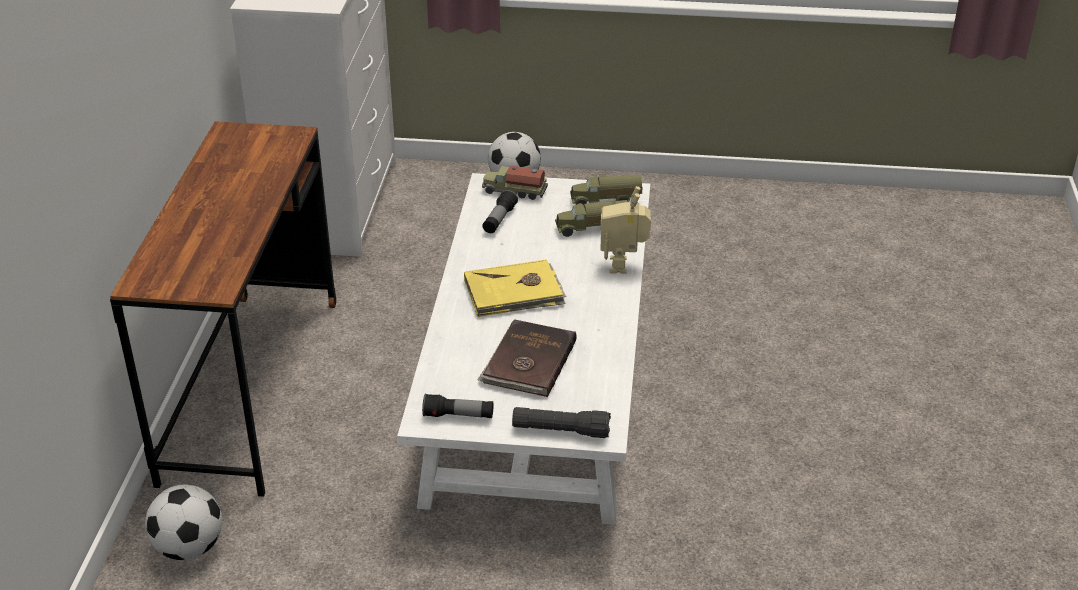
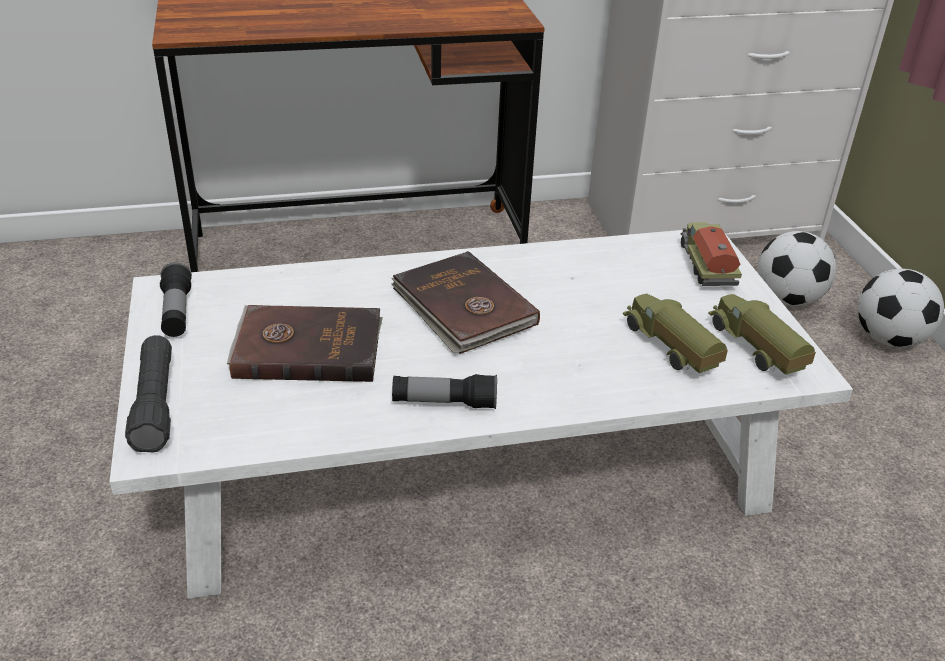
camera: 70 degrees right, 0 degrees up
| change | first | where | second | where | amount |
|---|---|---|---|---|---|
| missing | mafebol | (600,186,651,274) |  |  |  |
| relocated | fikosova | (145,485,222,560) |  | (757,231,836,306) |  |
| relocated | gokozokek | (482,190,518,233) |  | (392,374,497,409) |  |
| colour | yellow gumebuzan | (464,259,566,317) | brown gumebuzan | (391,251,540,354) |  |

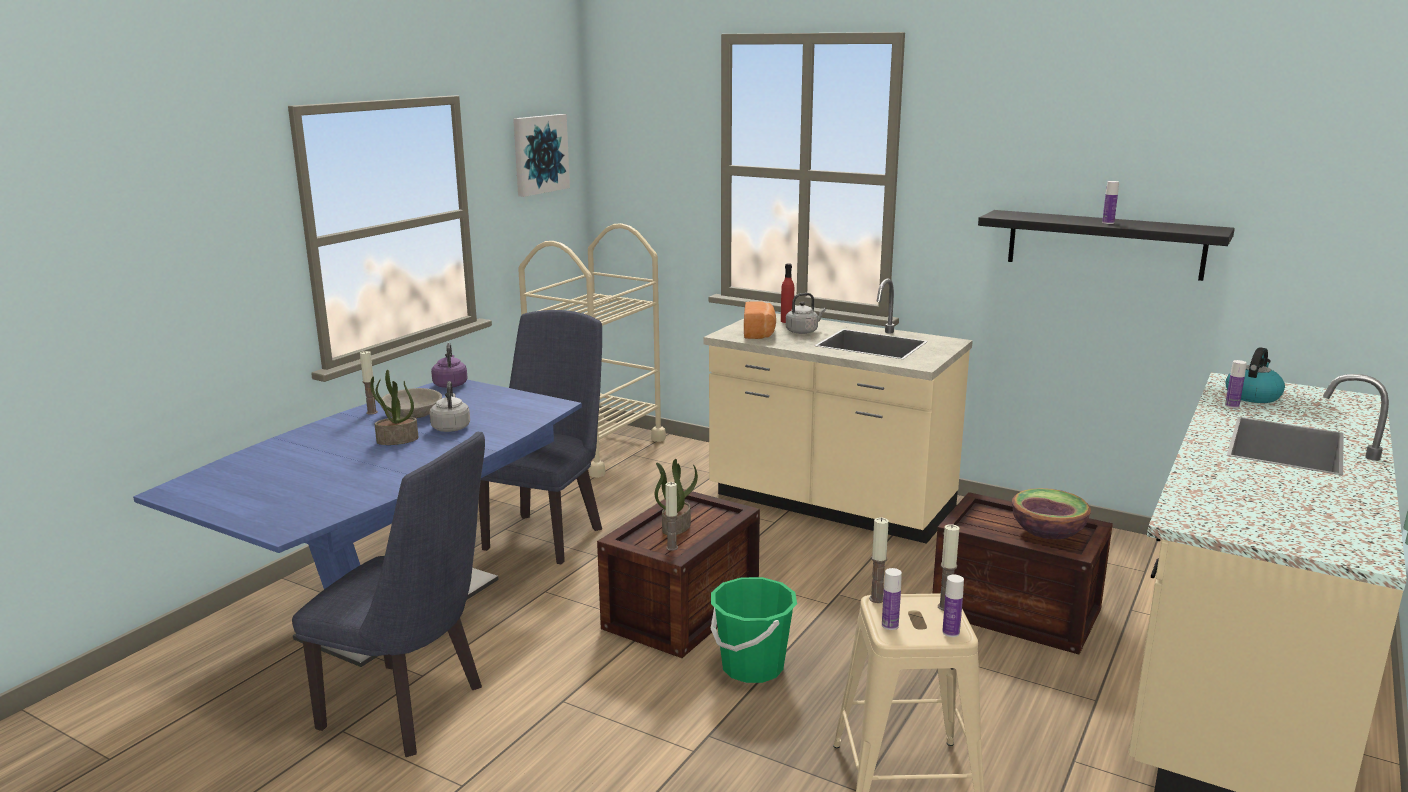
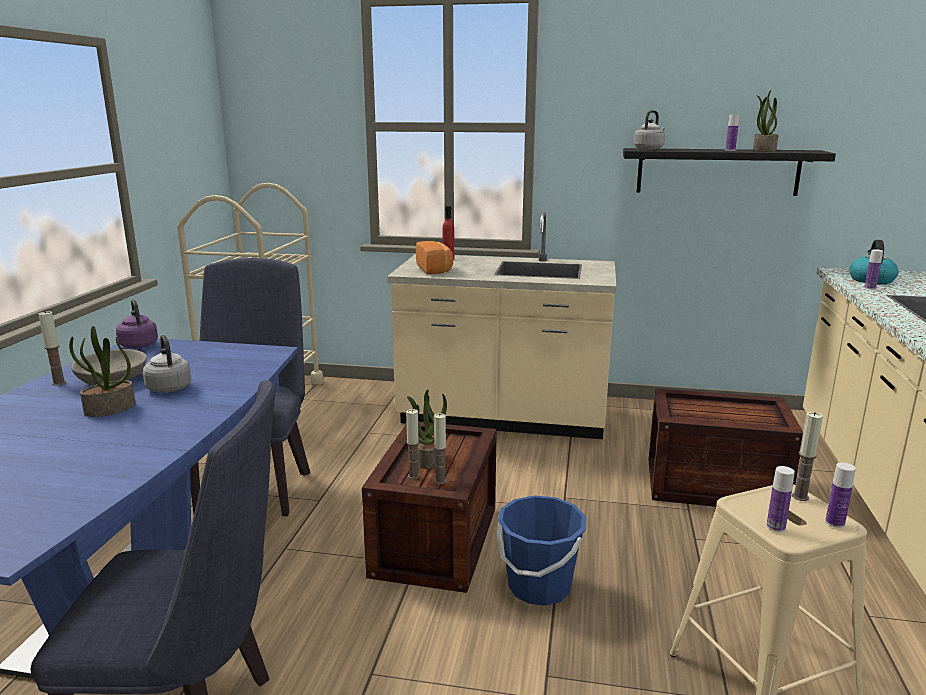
camera: 20 degrees left, 0 degrees up
| change | first | where | second | where | amount |
|---|---|---|---|---|---|
| missing | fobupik | (513,114,570,197) |  |  |  |
| missing | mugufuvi | (1012,488,1091,539) |  |  |  |
| appeared |  |  | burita | (753,90,778,152) |  |
| relocated | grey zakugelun | (786,293,826,334) |  | (633,110,665,150) |  |
| relocated | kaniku | (869,517,889,603) |  | (406,409,420,479) |  |
| colour | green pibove | (710,577,797,683) | blue pibove | (497,495,586,606) |  |

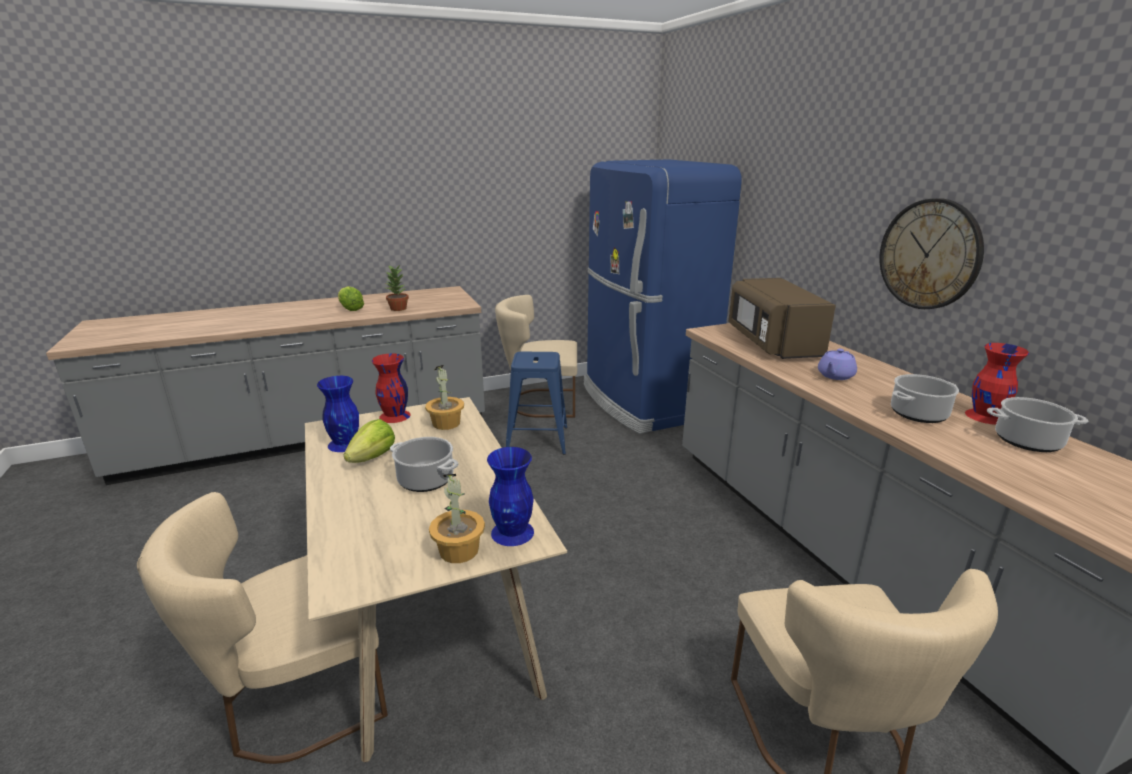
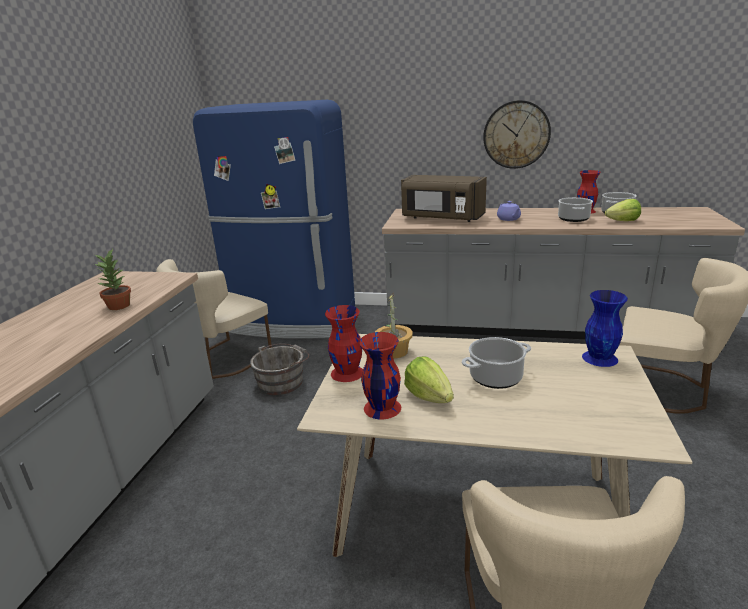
camera: 55 degrees left, 0 degrees up
| change | first | where | second | where | amount |
|---|---|---|---|---|---|
| missing | burita | (429,474,485,563) |  |  |  |
| relocated | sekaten | (338,286,364,311) |  | (605,199,641,221) |  |
| exchanged | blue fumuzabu | (506,352,567,455) | grey pibove | (250,343,309,395) |  |
| colour | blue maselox | (317,376,359,452) | red maselox | (359,332,401,419) |  |

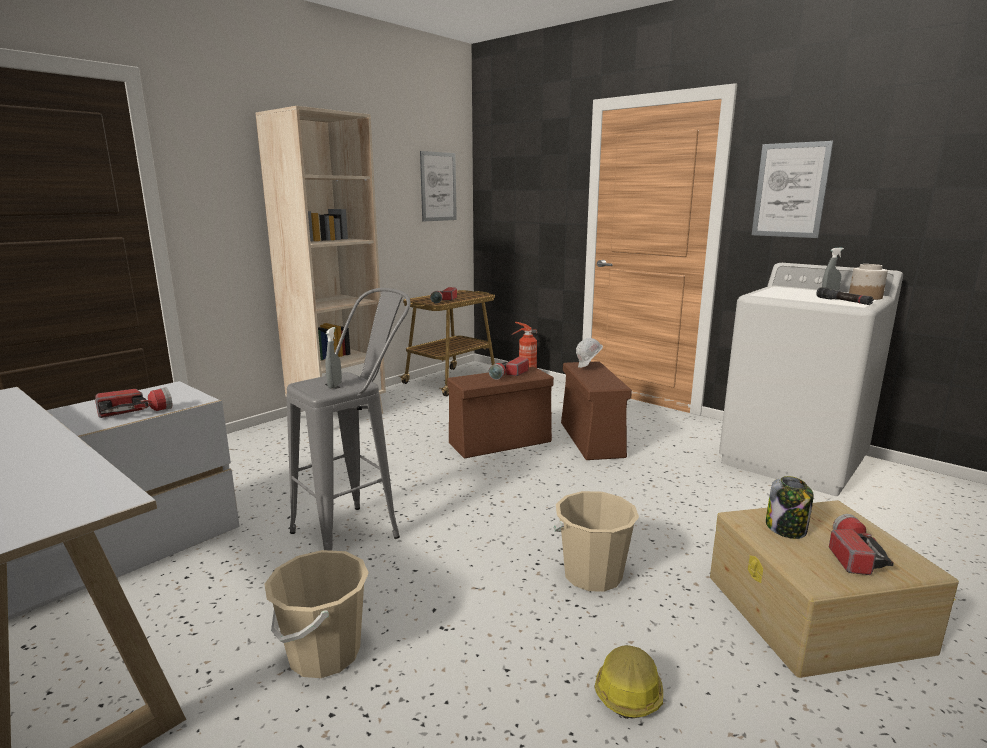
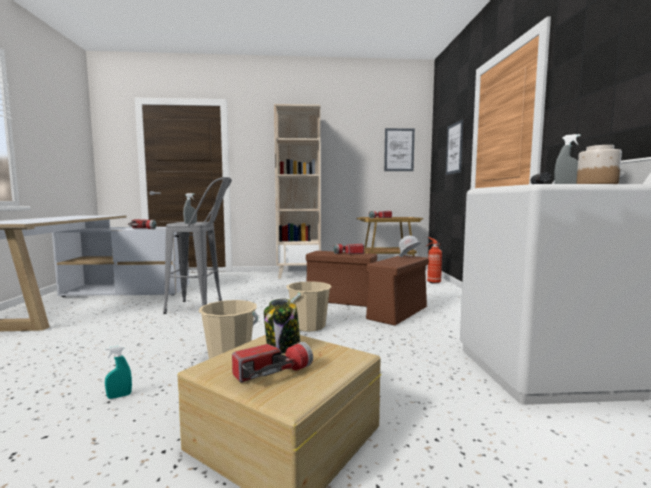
camera: 45 degrees right, 10 degrees down
| change | first | where | second | where | amount |
|---|---|---|---|---|---|
| relocated | beige pibove | (264,550,369,678) |  | (286,281,332,332) |  |
| relocated | fobupik | (752,141,833,238) |  | (446,119,464,175) |  |
| exchanged | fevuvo | (594,645,663,719) | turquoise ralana | (105,345,132,399) |  |

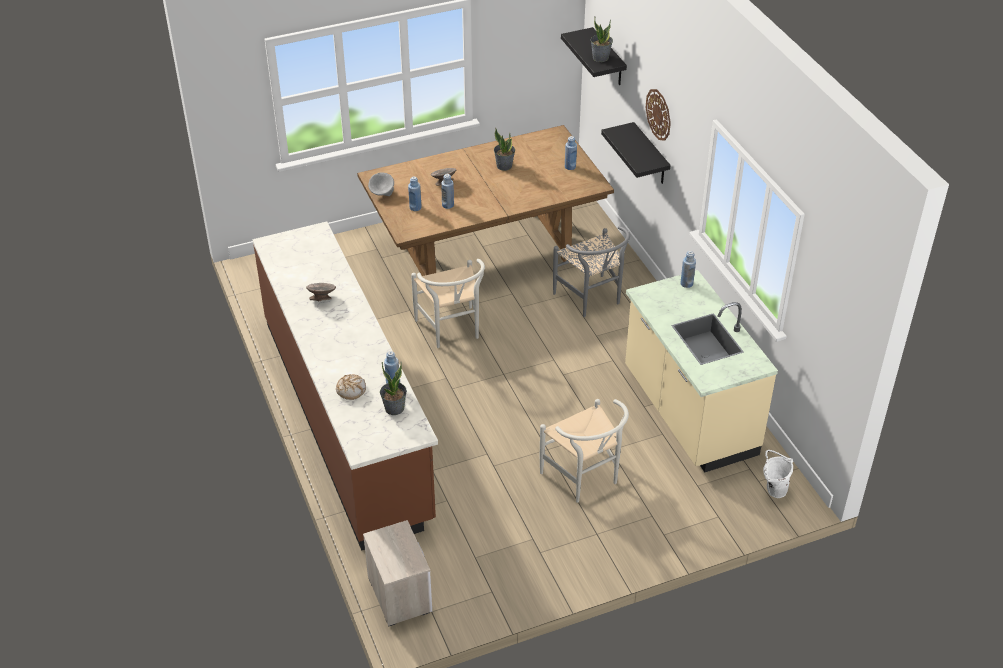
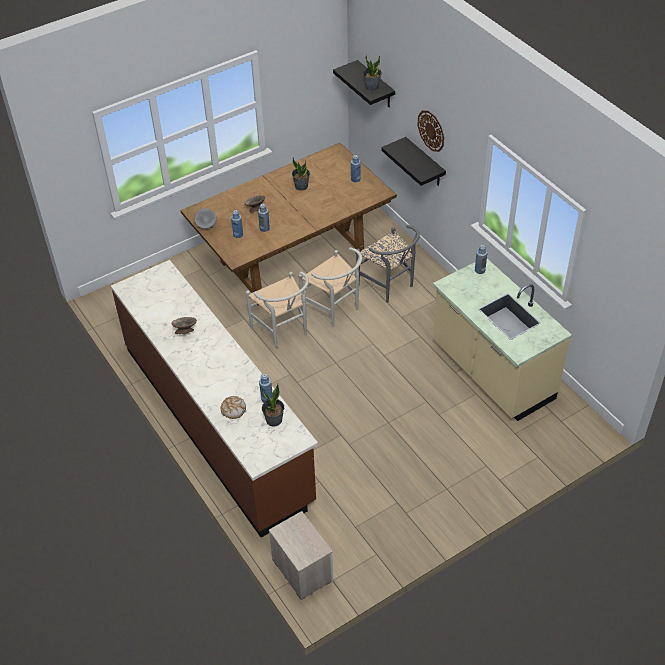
camera: 10 degrees left, 5 degrees up
| change | first | where | second | where | amount |
|---|---|---|---|---|---|
| missing | white pibove | (763,450,793,498) |  |  |  |
| relocated | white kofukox | (540,399,629,503) |  | (299,247,362,327) |  |

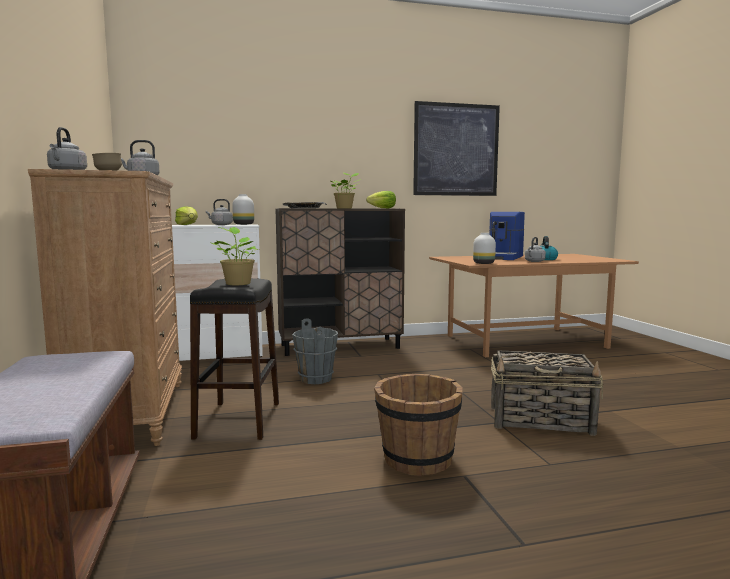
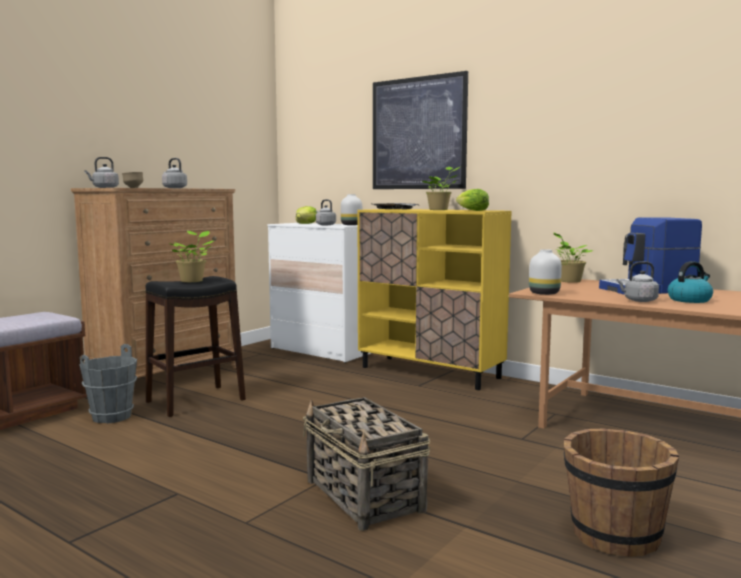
camera: 50 degrees right, 0 degrees up
| change | first | where | second | where | amount |
|---|---|---|---|---|---|
| appeared |  |  | burita | (553,232,593,283) |  |
| relocated | grey pibove | (292,318,338,384) |  | (79,344,137,423) |  |
| relocated | brown pibove | (374,373,463,476) |  | (564,428,679,557) |  |
| relocated | fobupik | (413,101,500,196) |  | (373,71,468,189) |  |
| colour | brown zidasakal | (275,208,405,356) | yellow zidasakal | (357,209,512,390) |  |

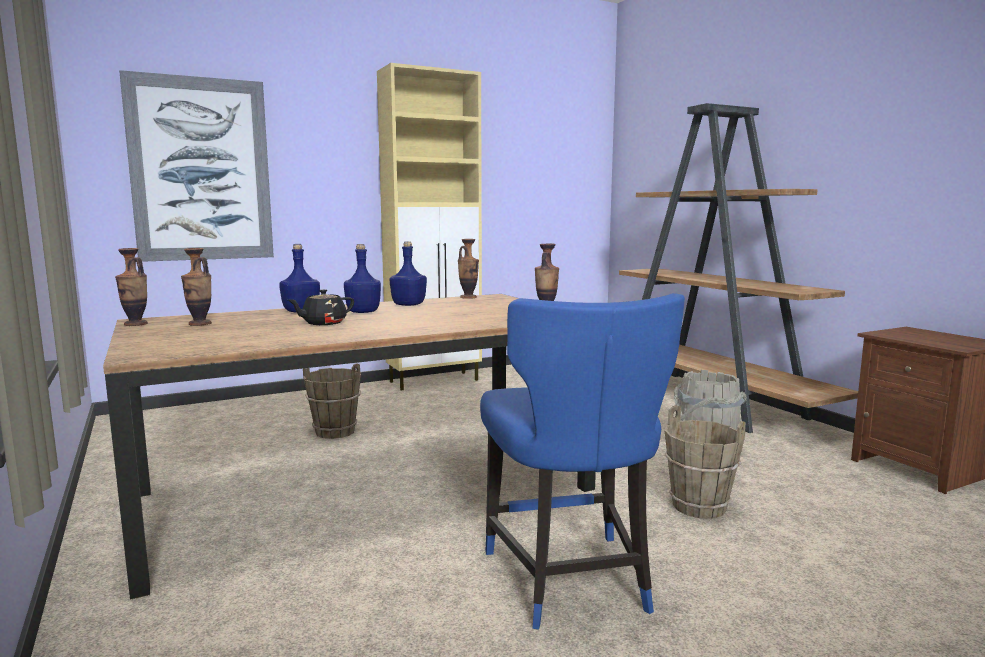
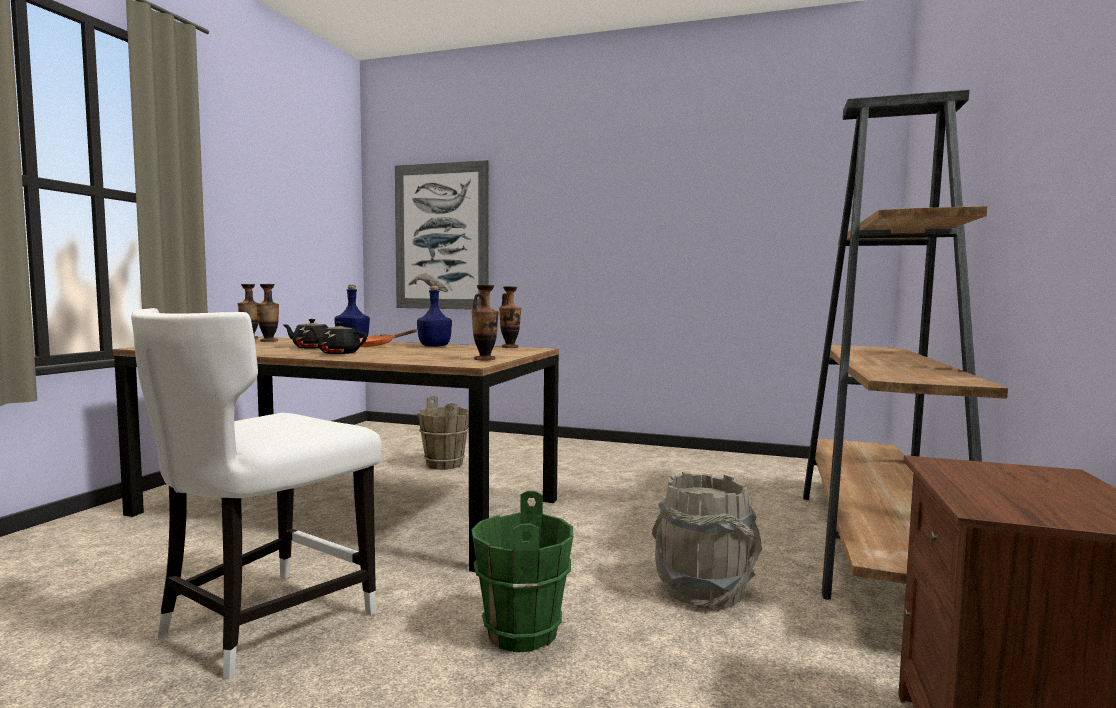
camera: 45 degrees right, 5 degrees down
| change | first | where | second | where | amount |
|---|---|---|---|---|---|
| missing | beige zidasakal | (377,63,482,391) |  |  |  |
| appeared |  |  | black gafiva | (310,322,367,354) |  |
| exchanged | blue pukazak | (344,244,381,313) | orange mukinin | (359,329,417,347) |  |
| colour | blue kofukox | (480,293,685,629) | white kofukox | (131,308,382,679) |  |
| colour | brown pibove | (664,405,746,519) | green pibove | (472,491,573,652) |  |

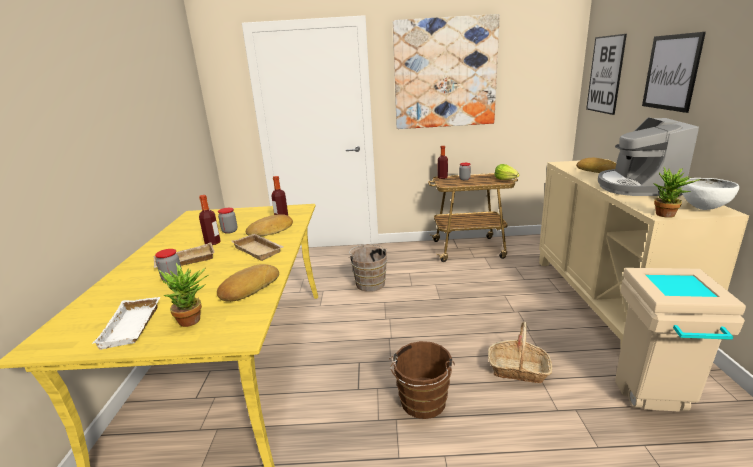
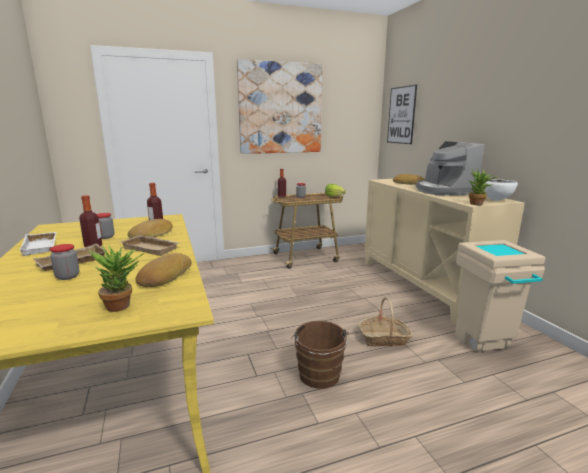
camera: 20 degrees left, 5 degrees down
| change | first | where | second | where | amount |
|---|---|---|---|---|---|
| missing | brown pibove | (349,244,387,292) |  |  |  |
| missing | fobupik | (642,32,706,113) |  |  |  |
| relocated | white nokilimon | (92,297,160,350) |  | (19,232,57,256) |  |

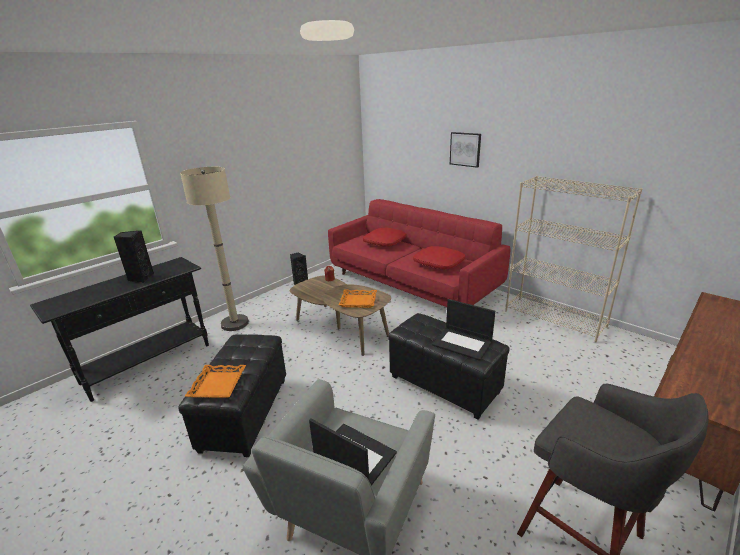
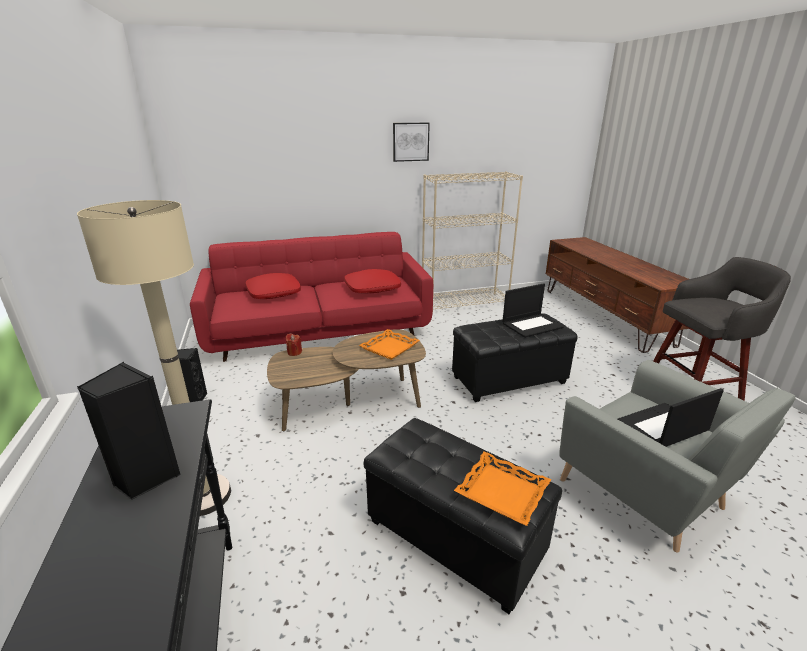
camera: 60 degrees left, 0 degrees up
| change | first | where | second | where | amount |
|---|---|---|---|---|---|
| relocated | fobupik | (450,132,481,168) |  | (393,123,430,162) |  |

